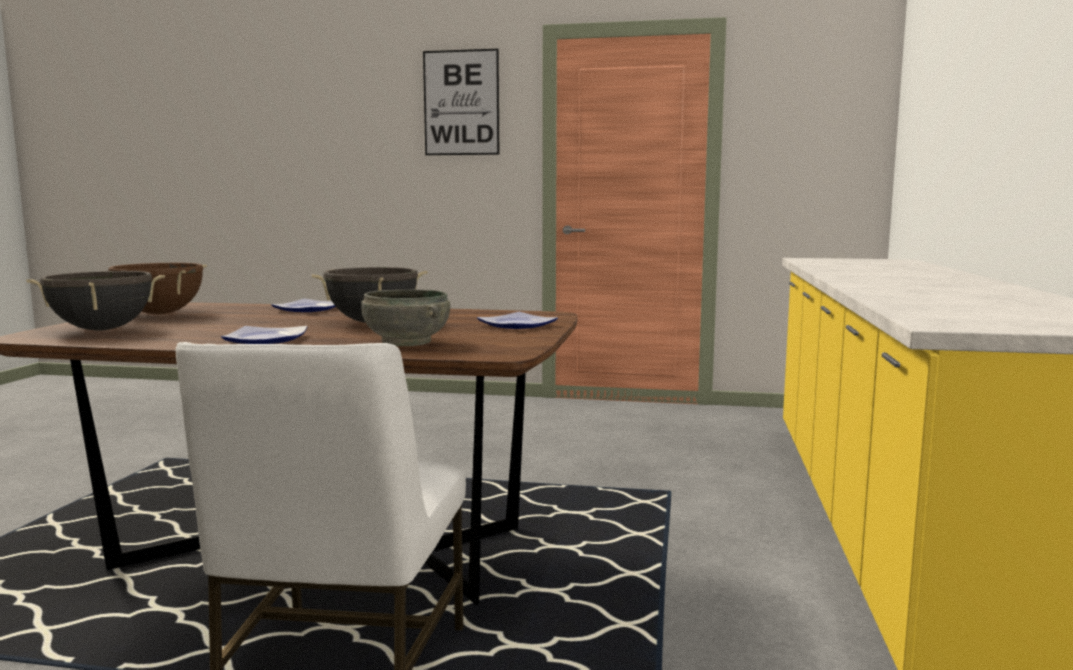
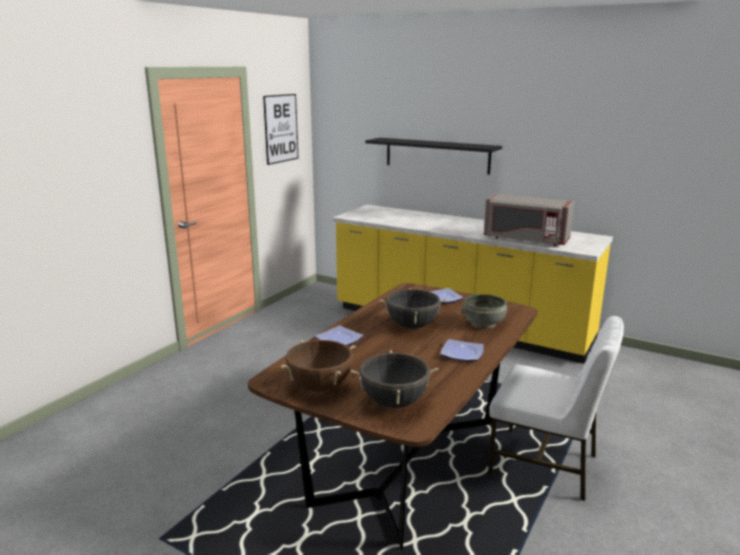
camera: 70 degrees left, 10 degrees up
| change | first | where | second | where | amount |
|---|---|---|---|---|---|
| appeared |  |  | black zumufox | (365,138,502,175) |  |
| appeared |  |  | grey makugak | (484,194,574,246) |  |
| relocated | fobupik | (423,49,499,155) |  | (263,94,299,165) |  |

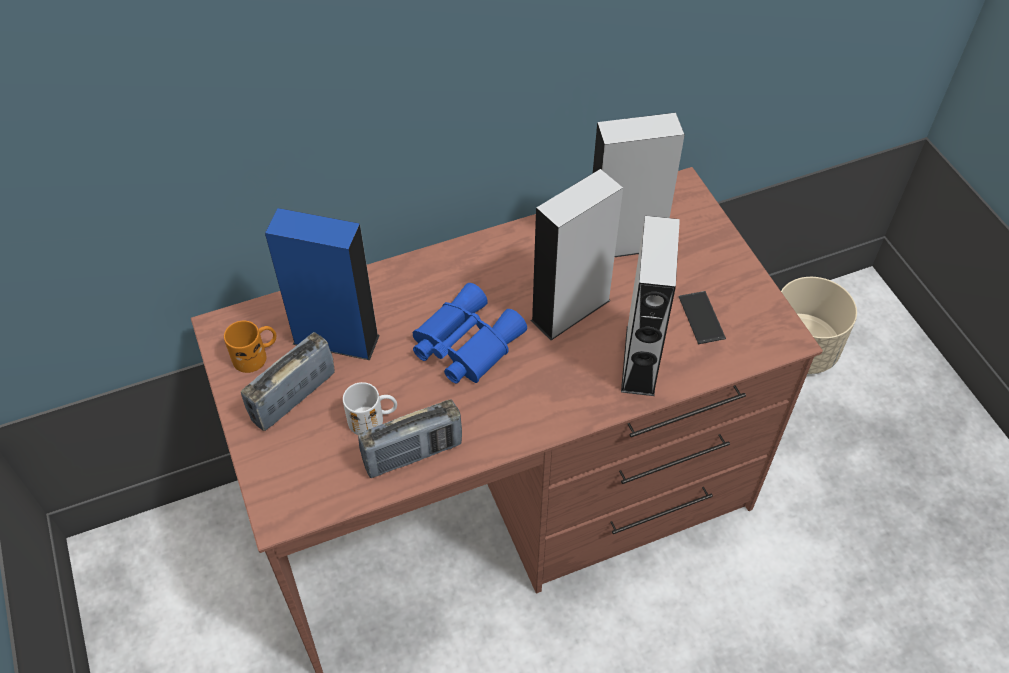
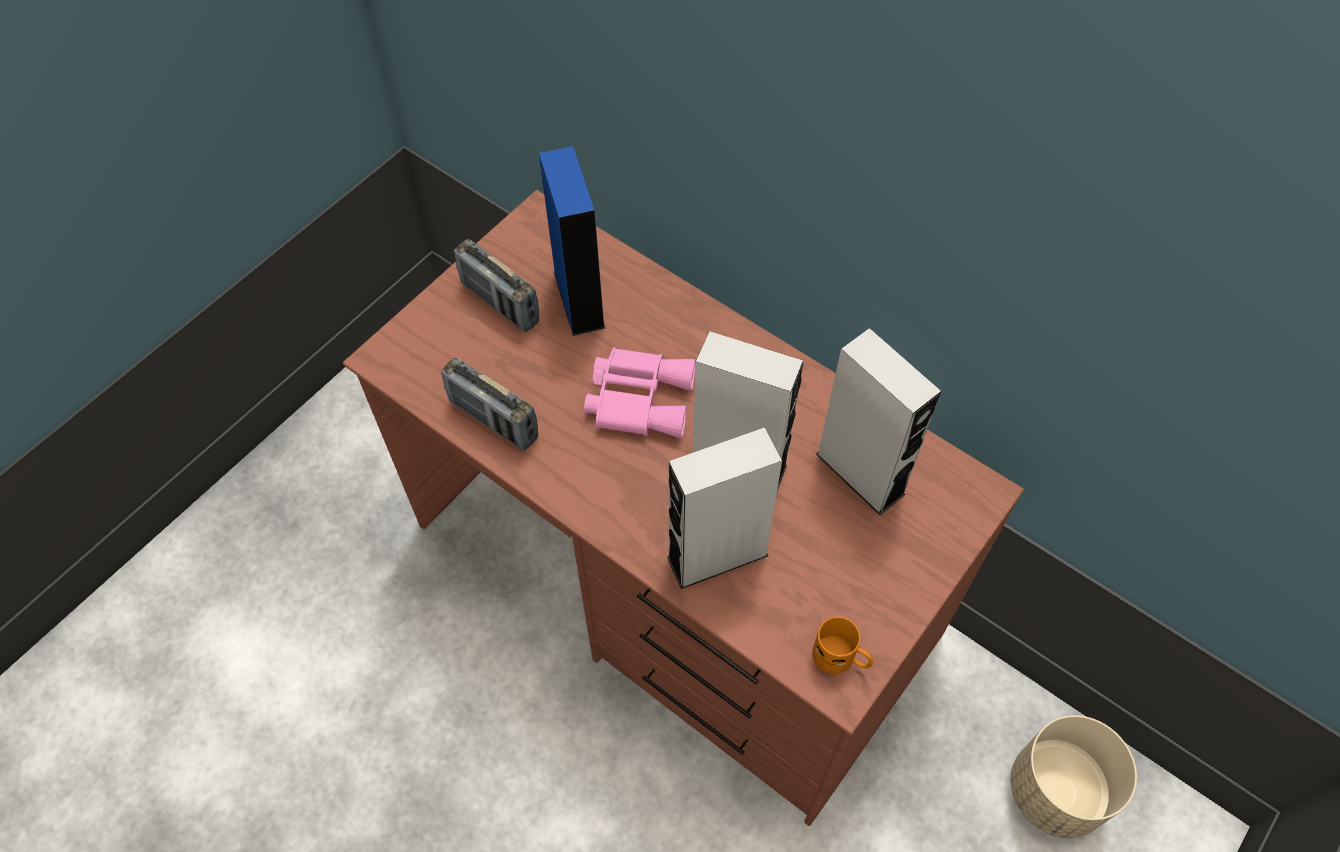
camera: 60 degrees right, 5 degrees up
| change | first | where | second | where | amount |
|---|---|---|---|---|---|
| missing | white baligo | (343,382,397,435) |  |  |  |
| missing | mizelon | (679,291,726,344) |  |  |  |
| relocated | orange baligo | (224,321,276,373) |  | (812,617,873,674) |  |
| colour | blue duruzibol | (413,283,527,384) | pink duruzibol | (584,347,696,438) |  |
| spun | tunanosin | (241,332,335,431) |  | (454,239,539,332) | 150 degrees counterclockwise |

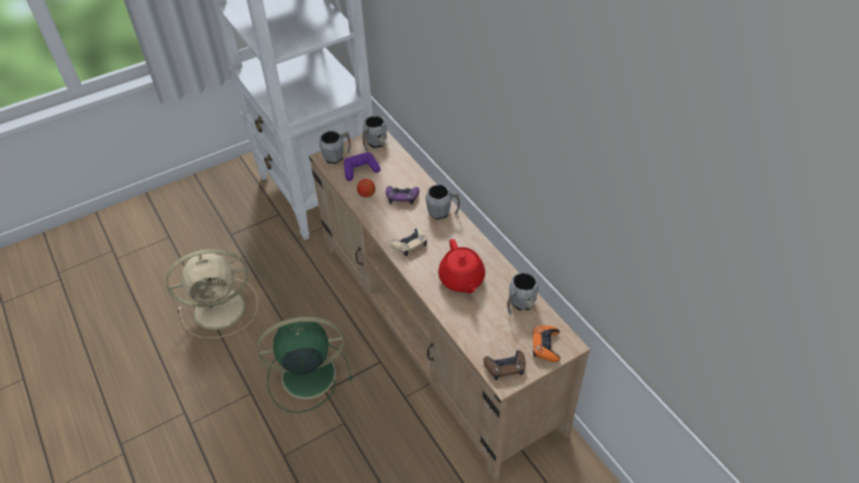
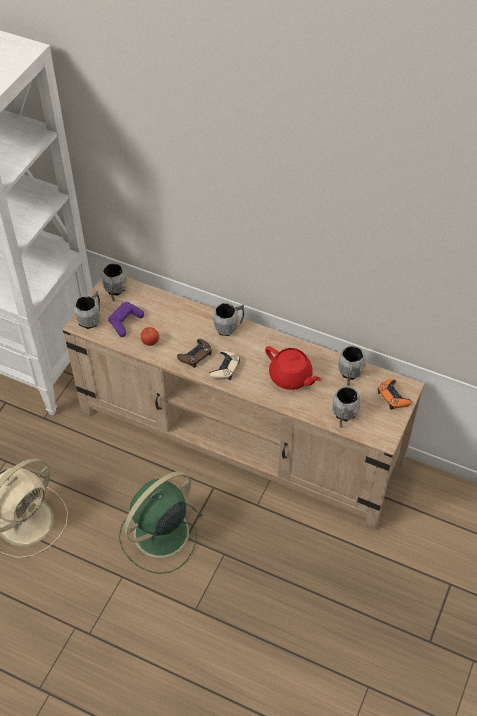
camera: 35 degrees left, 5 degrees up
| change | first | where | second | where | amount |
|---|---|---|---|---|---|
| missing | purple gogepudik | (386,186,419,204) |  |  |  |
| appeared |  |  | grey baligo | (332,386,361,428) |  |
| relocated | brown gogepudik | (483,350,526,380) |  | (177,339,212,368) |  |

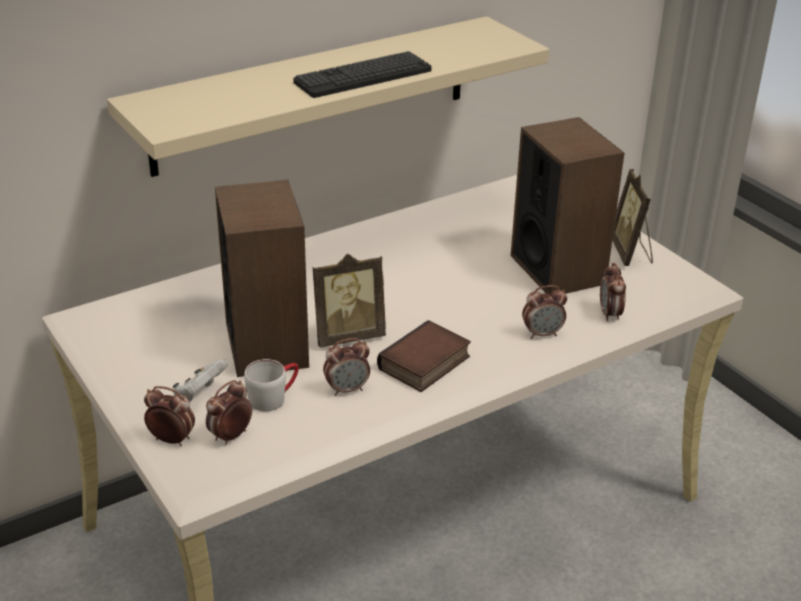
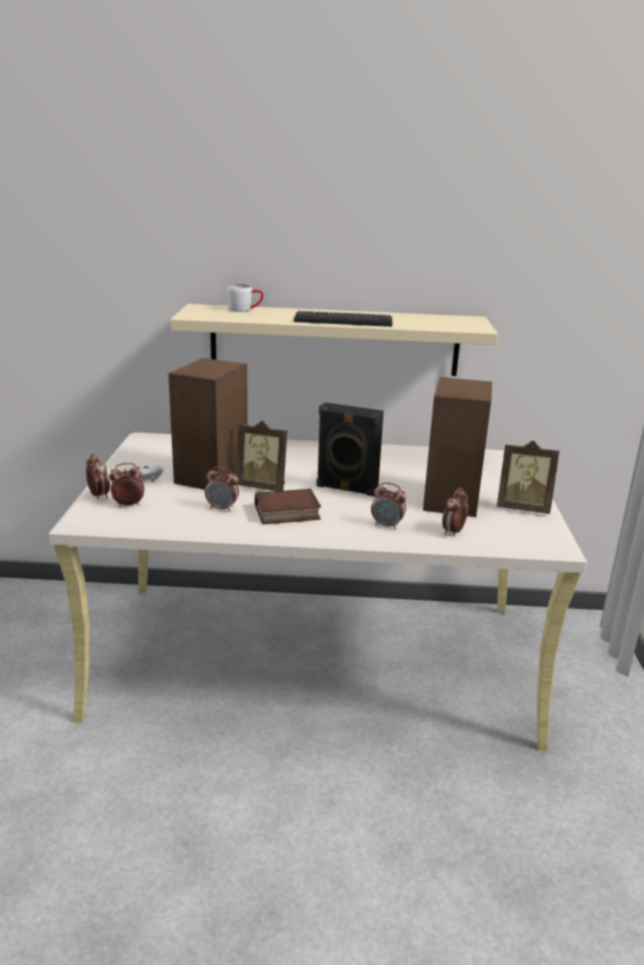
camera: 35 degrees right, 10 degrees down
| change | first | where | second | where | amount |
|---|---|---|---|---|---|
| appeared |  |  | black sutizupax | (316,402,384,497) |  |
| relocated | white baligo | (244,359,299,411) |  | (226,284,264,312) |  |
| spun | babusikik | (612,169,653,266) |  | (497,440,560,514) | 105 degrees counterclockwise |

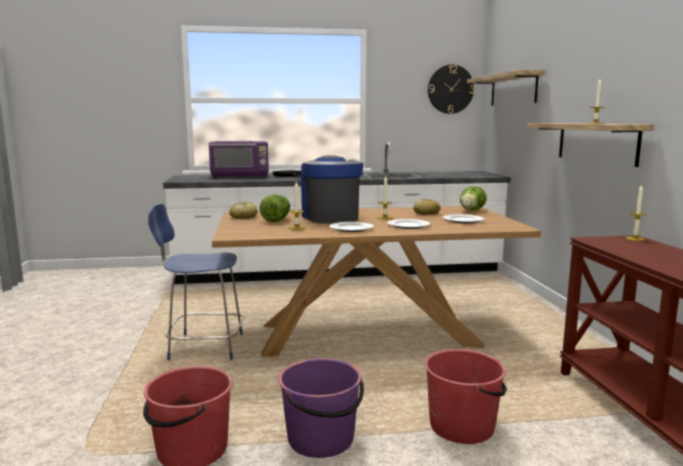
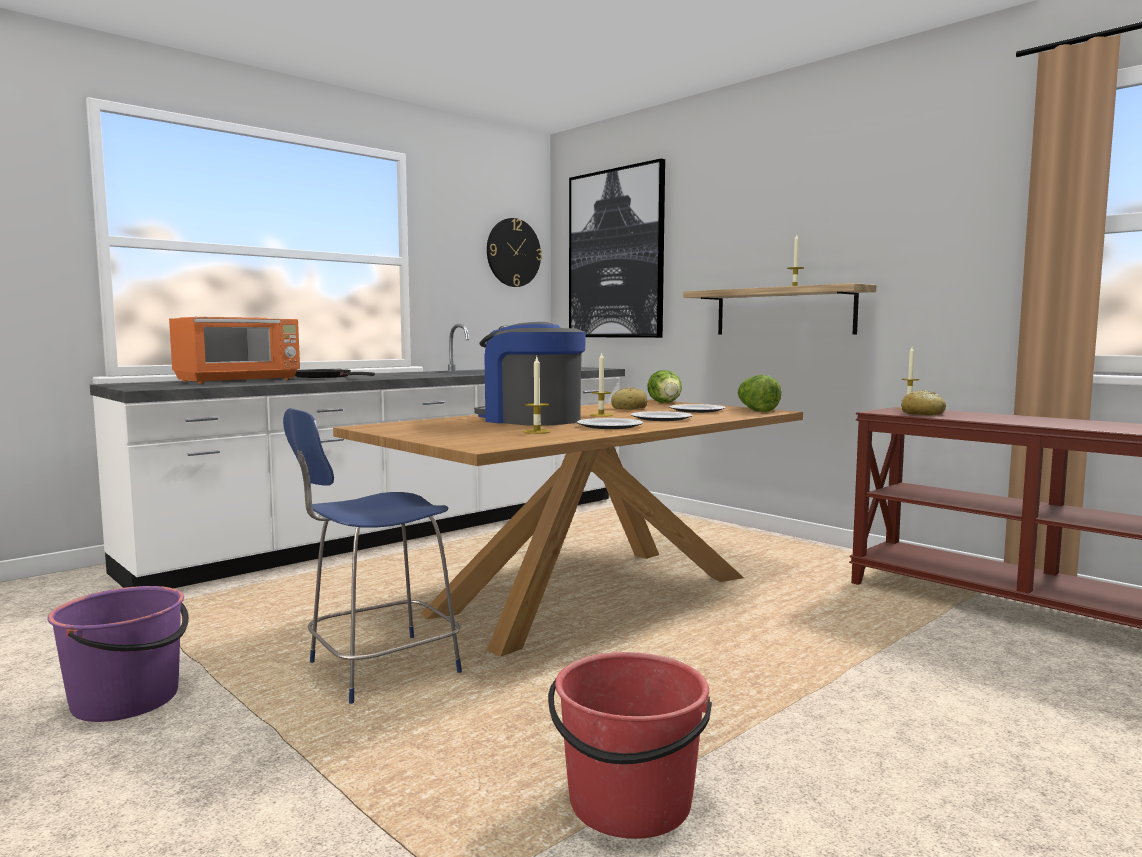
camera: 35 degrees left, 5 degrees down
| change | first | where | second | where | amount |
|---|---|---|---|---|---|
| missing | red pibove | (425,349,507,444) |  |  |  |
| relocated | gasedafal | (229,201,258,219) |  | (901,390,946,416) |  |
| relocated | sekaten | (260,194,290,222) |  | (737,375,782,412) |  |
| relocated | purple pibove | (278,358,364,458) |  | (47,586,189,722) |  |
| exchanged | zumufox | (467,70,545,106) | fobupik | (569,158,665,338) |  |
| colour | purple makugak | (209,141,269,178) | orange makugak | (169,317,300,384) |  |

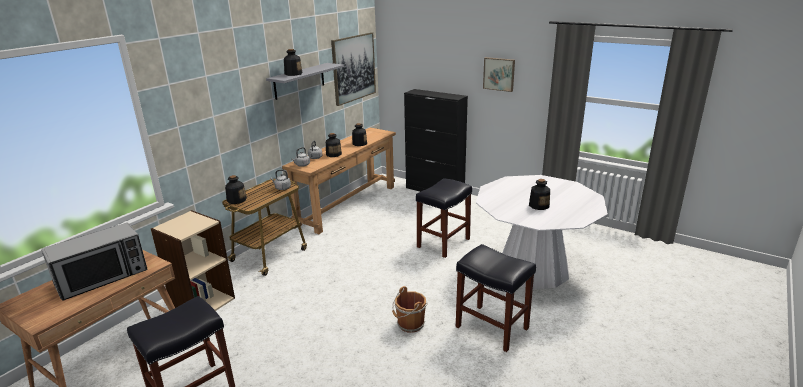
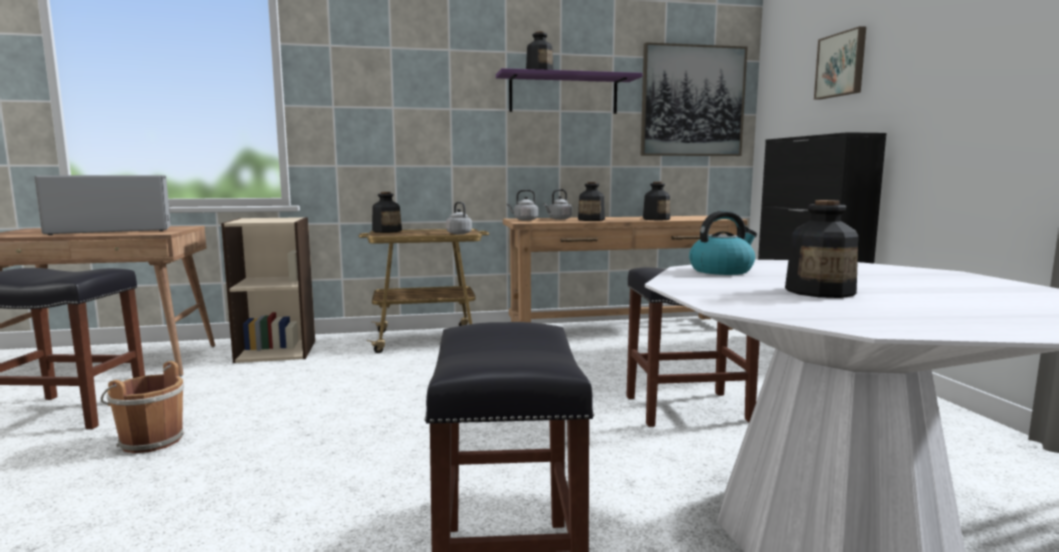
camera: 45 degrees right, 15 degrees down
| change | first | where | second | where | amount |
|---|---|---|---|---|---|
| appeared |  |  | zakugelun | (689,211,757,275) |  |
| relocated | brown pibove | (392,286,428,332) |  | (101,361,184,453) |  |
| relocated | fobupik | (483,57,515,92) |  | (814,26,866,100) |  |
| colour | grey zumufox | (266,63,344,100) | purple zumufox | (496,68,643,114) |  |
| spun | makugak | (41,223,148,301) |  | (34,175,171,235) | 150 degrees clockwise |

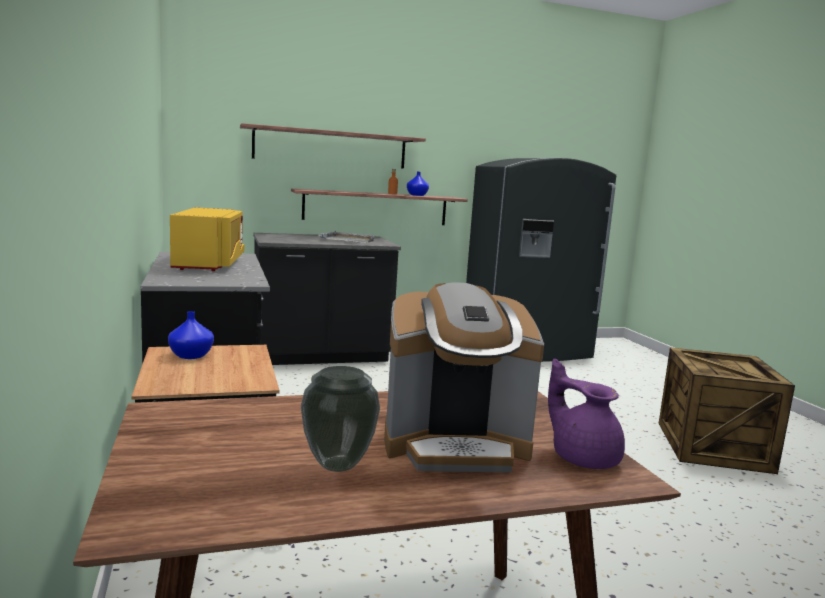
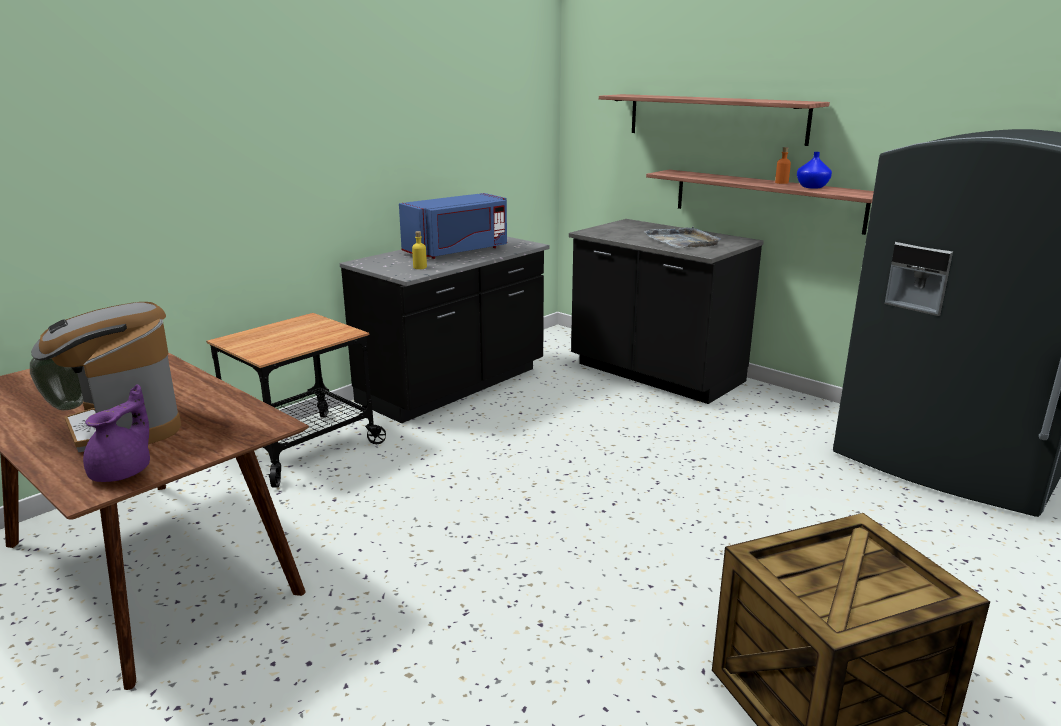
camera: 60 degrees right, 10 degrees up
| change | first | where | second | where | amount |
|---|---|---|---|---|---|
| missing | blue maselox | (168,311,214,359) |  |  |  |
| appeared |  |  | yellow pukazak | (412,231,427,269) |  |
| colour | yellow makugak | (170,207,244,271) | blue makugak | (399,193,507,259) |  |

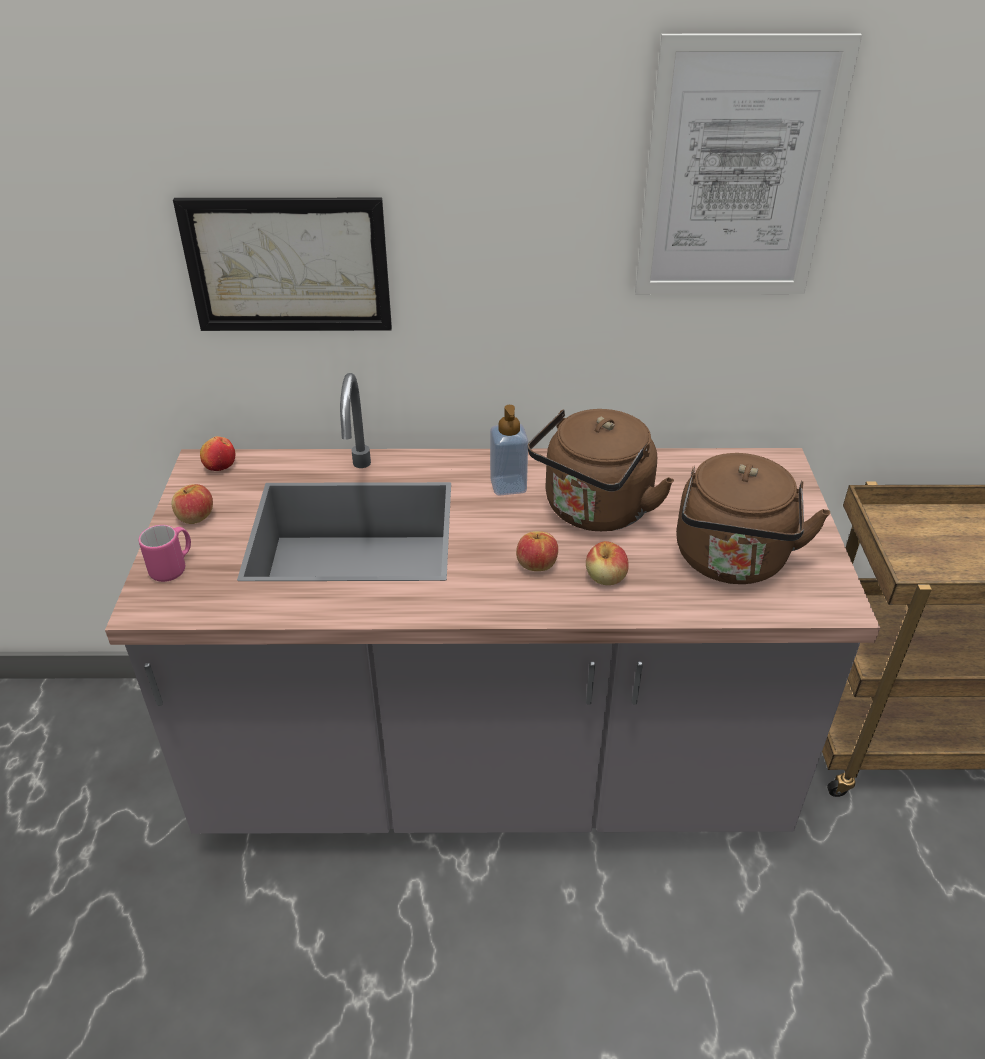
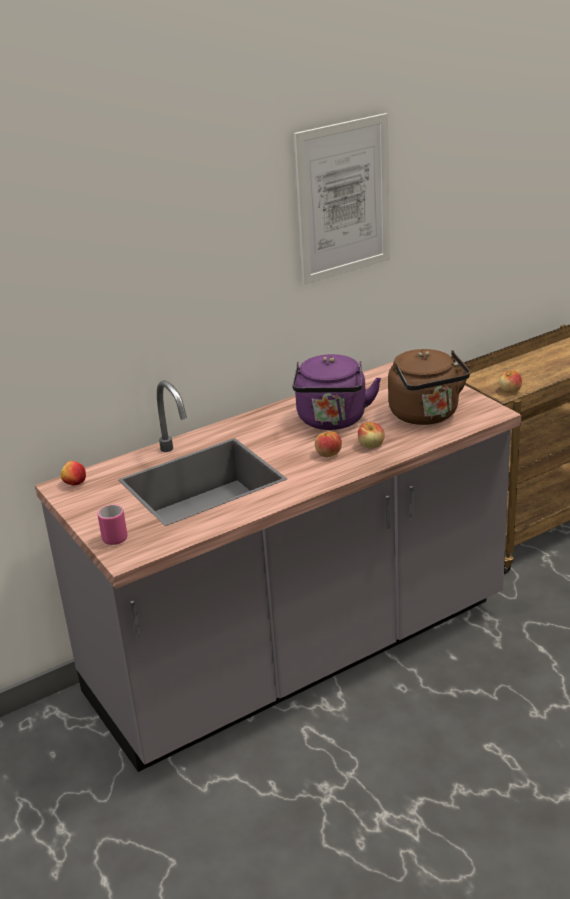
camera: 30 degrees left, 10 degrees down
| change | first | where | second | where | amount |
|---|---|---|---|---|---|
| missing | fobupik | (173,198,392,331) |  |  |  |
| missing | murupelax | (490,405,528,496) |  |  |  |
| relocated | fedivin | (172,484,213,524) |  | (499,370,522,393) |  |
| colour | brown zakugelun | (528,409,674,531) | purple zakugelun | (292,354,381,430) |  |

